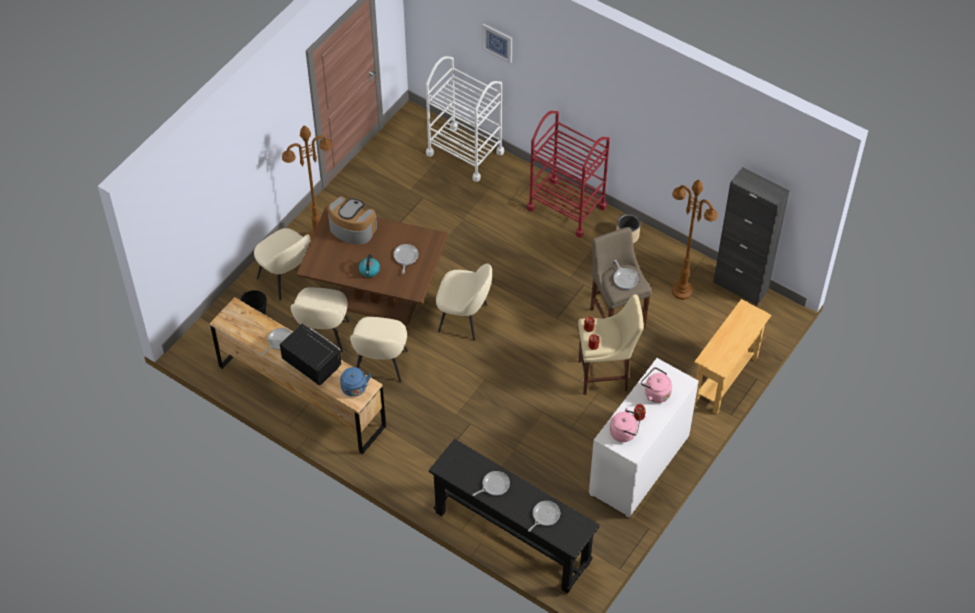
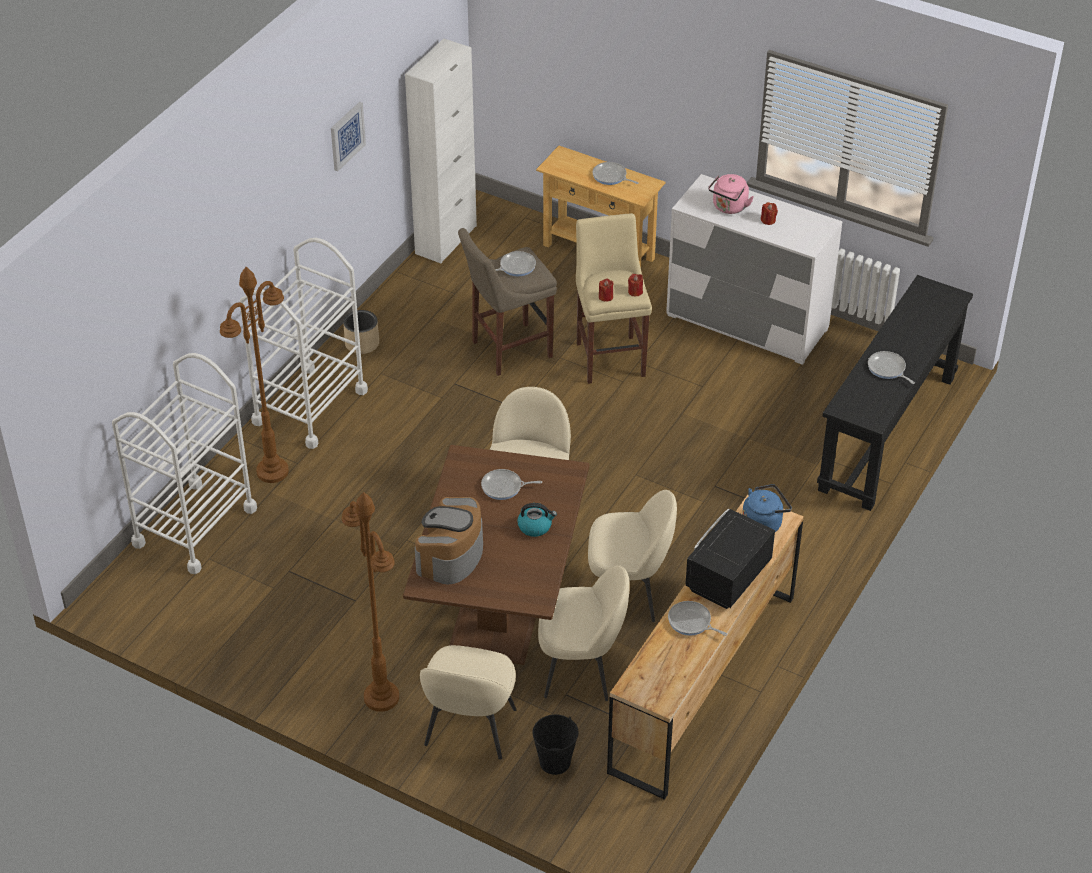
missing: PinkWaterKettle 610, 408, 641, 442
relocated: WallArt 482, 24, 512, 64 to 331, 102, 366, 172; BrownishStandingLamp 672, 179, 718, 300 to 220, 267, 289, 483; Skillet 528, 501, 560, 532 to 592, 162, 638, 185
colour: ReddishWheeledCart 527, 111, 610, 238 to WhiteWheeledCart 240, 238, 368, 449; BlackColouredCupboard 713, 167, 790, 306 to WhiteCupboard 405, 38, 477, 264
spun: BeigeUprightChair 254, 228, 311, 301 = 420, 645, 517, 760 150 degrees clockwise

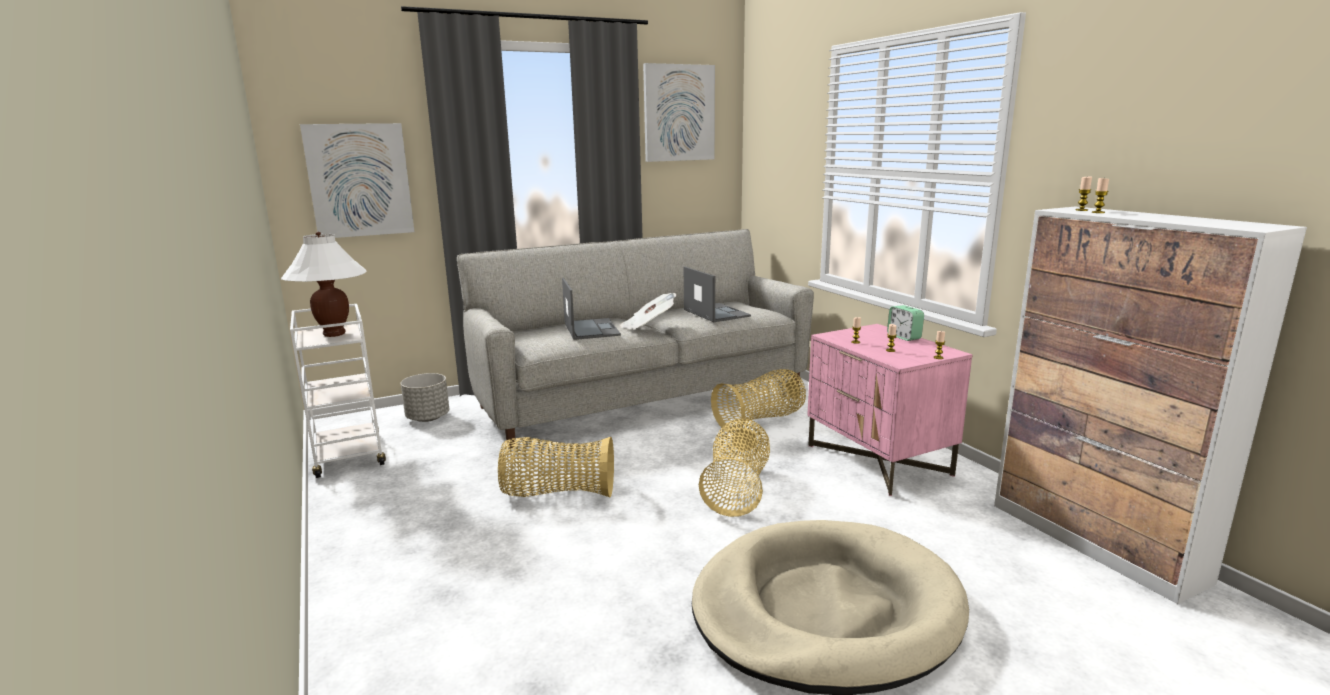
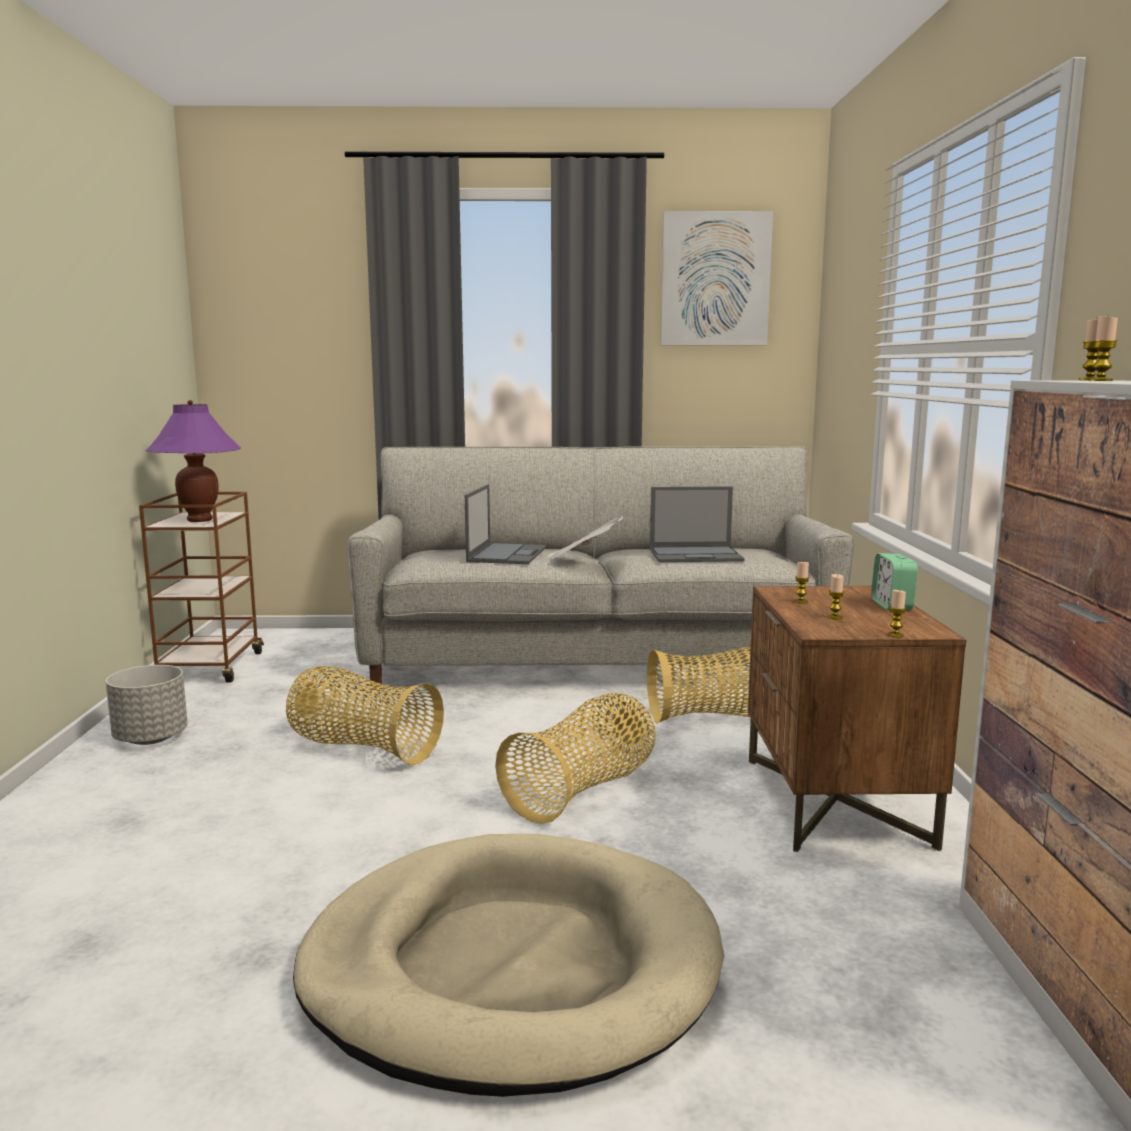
missing: WallArt 300, 123, 414, 238
relocated: GrayPlantPot 401, 373, 449, 422 to 106, 665, 188, 745
colour: WhiteTabletopLamp 281, 232, 367, 337 to PurplishTabletopLamp 146, 400, 241, 522; WhiteWheeledCart 290, 304, 386, 478 to BrownishWheeledCart 139, 492, 264, 683; PinkBedsideTable 807, 324, 973, 496 to BrownishBedsideTable 748, 586, 966, 852
spun: NotebookComputer 684, 267, 751, 322 = 650, 486, 744, 562 90 degrees clockwise

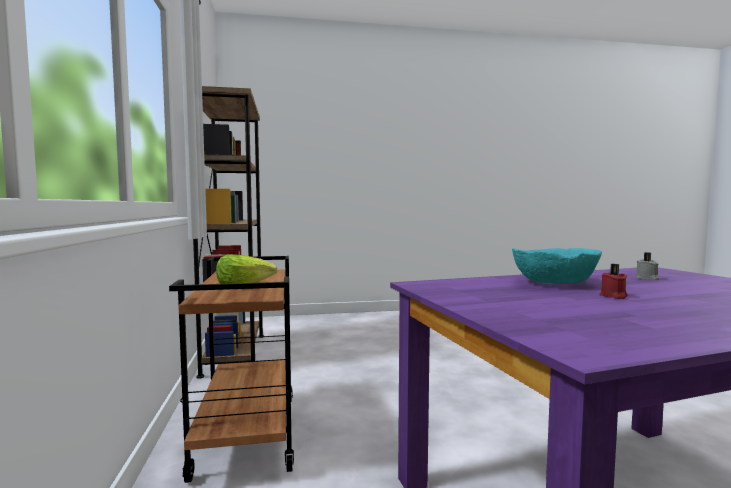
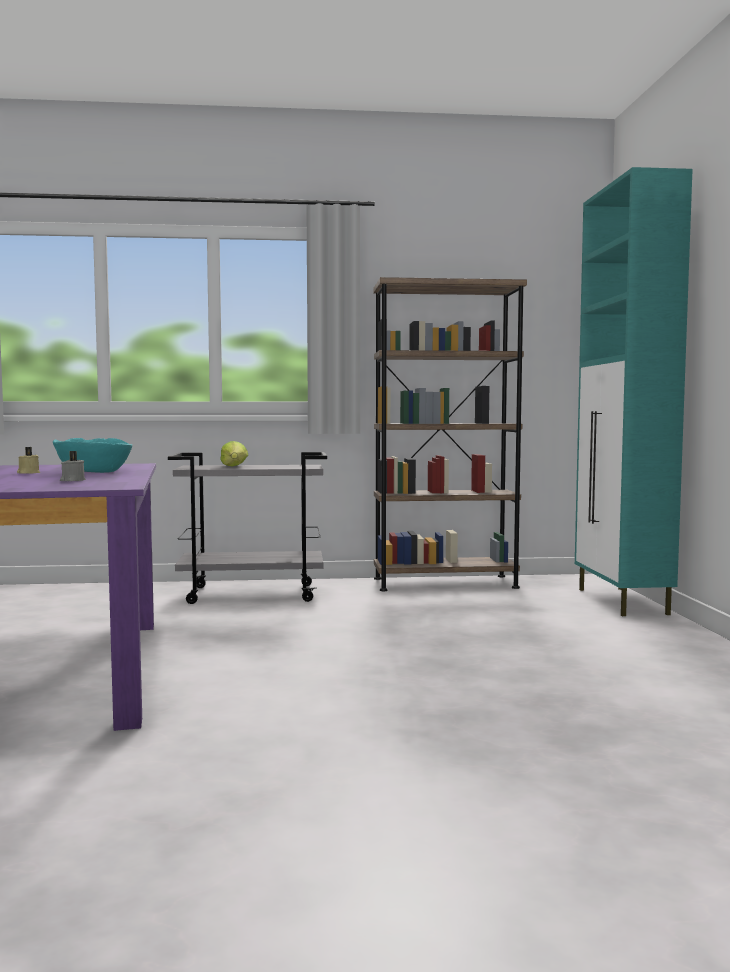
appeared: BlueGreenCupboard 575, 167, 693, 616
colour: BrownishWheeledCart 169, 256, 294, 483 to GrayWheeledCart 168, 452, 327, 604; ReddishCandle 599, 264, 628, 299 to BeigeCandle 17, 447, 40, 474

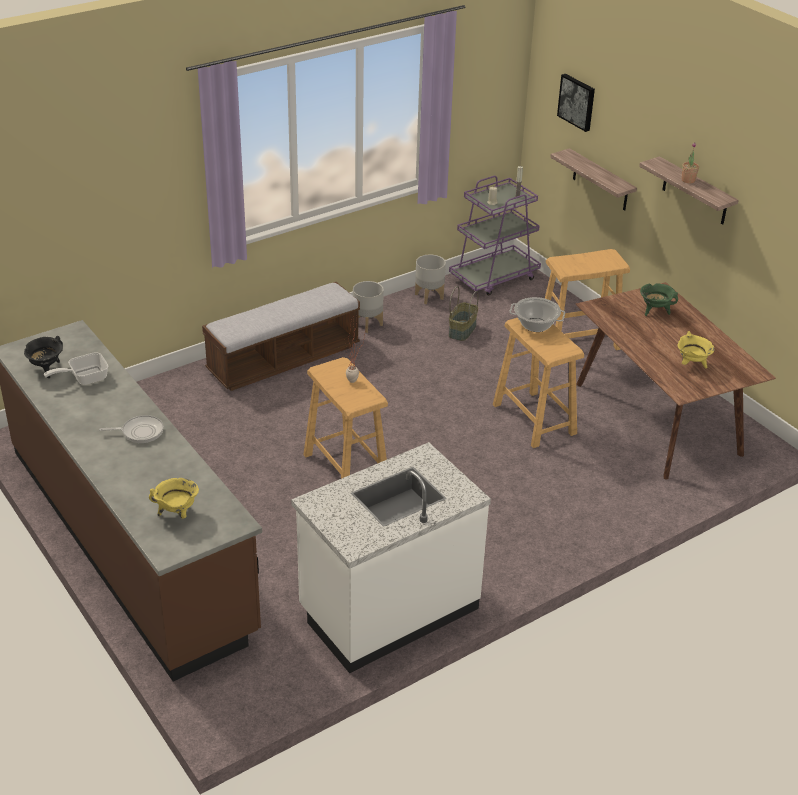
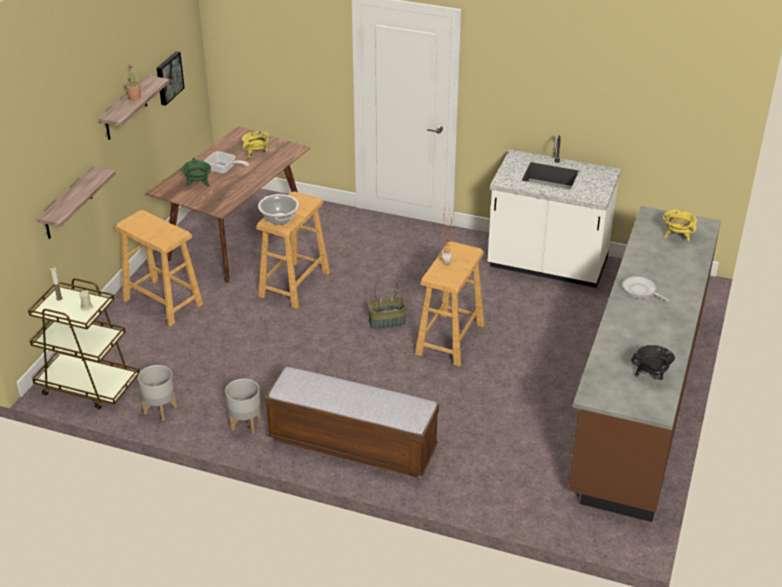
relocated: WallArt 557, 74, 595, 132 to 157, 51, 185, 106; HouseholdBasket 449, 286, 479, 341 to 368, 277, 407, 329; Skillet 44, 352, 109, 385 to 205, 151, 249, 174
colour: PurplishWheeledCart 449, 176, 541, 296 to BrownishWheeledCart 28, 278, 140, 409

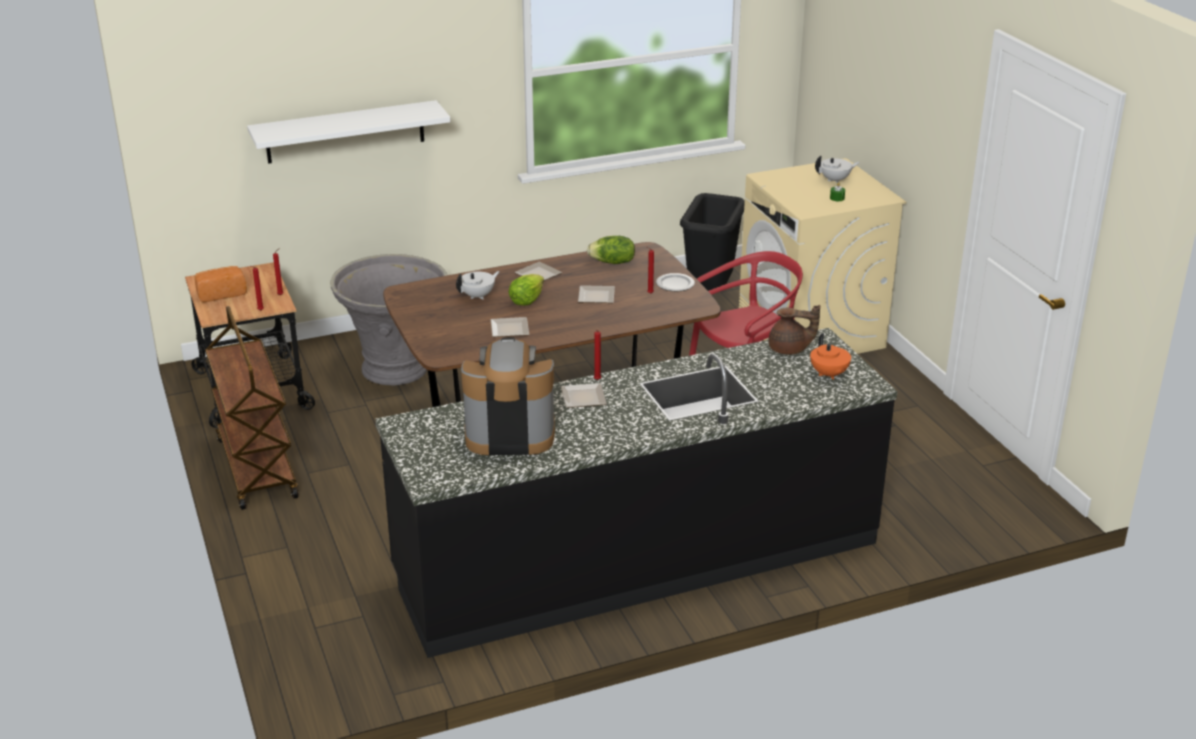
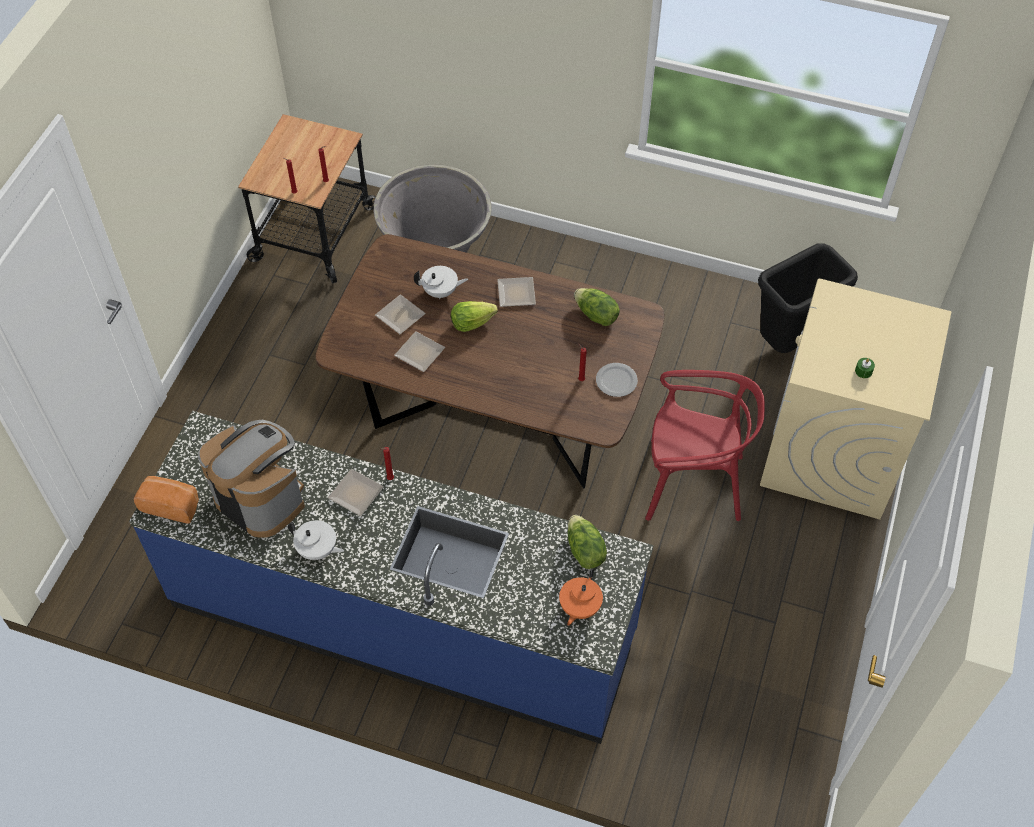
missing: WhiteWallShelf 247, 100, 451, 164; BrownishWheeledCart 205, 306, 298, 510
relocated: WhitePotForTea 815, 156, 860, 183 to 288, 520, 344, 560; BakedBread 195, 266, 247, 302 to 134, 476, 199, 524; FlatDish 578, 285, 615, 303 to 375, 295, 426, 334
exchanged: BrownishPotForTea 768, 305, 820, 355 to LettuceHead 568, 515, 607, 569
colour: BlackColouredKitchenBaseUnit 375, 328, 897, 658 to BlueColouredKitchenBaseUnit 129, 411, 653, 744

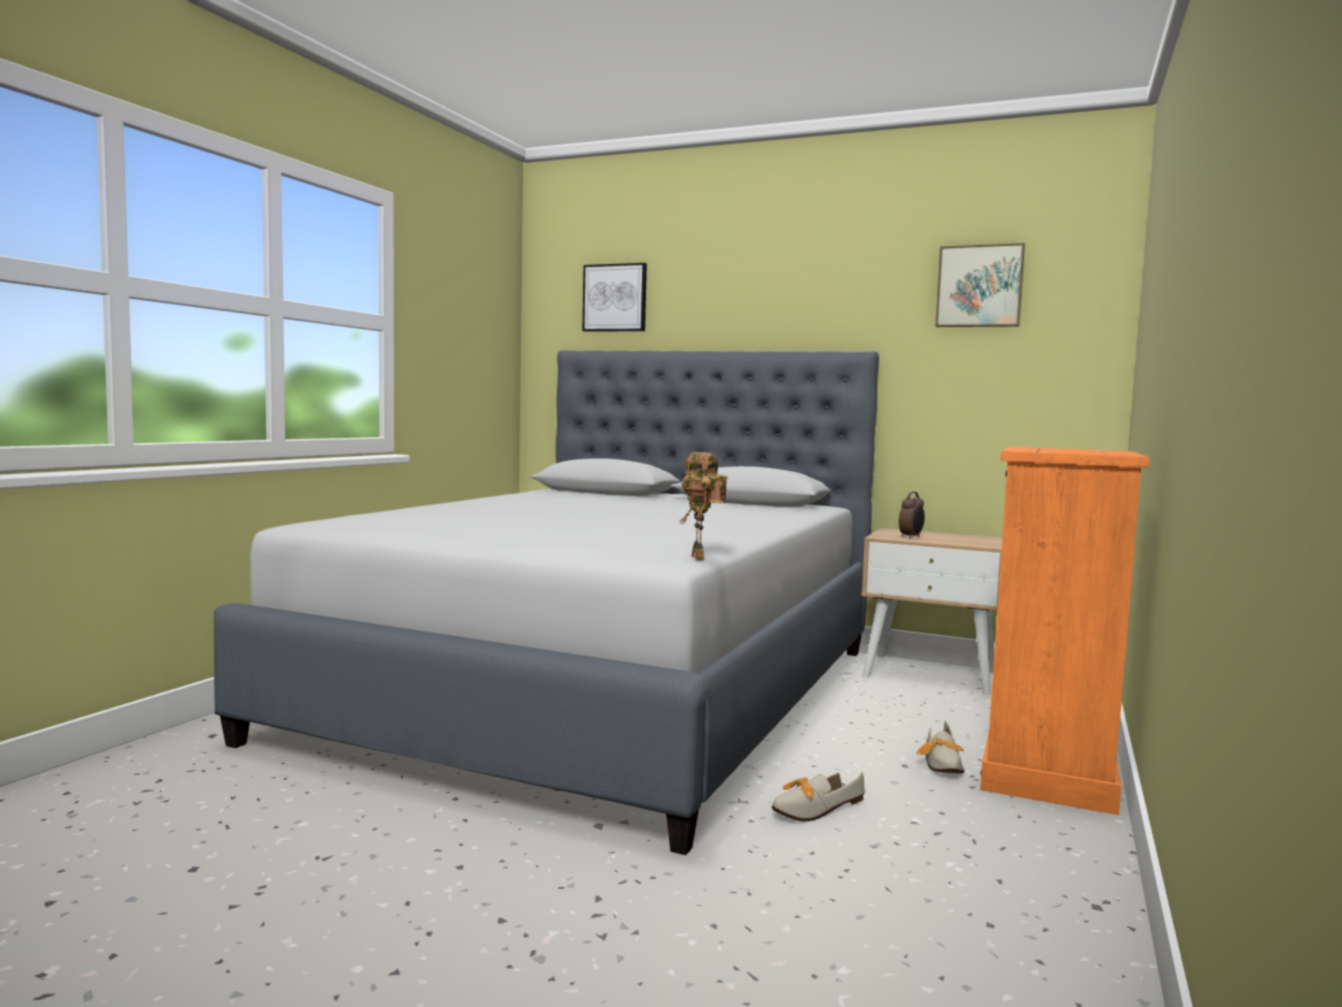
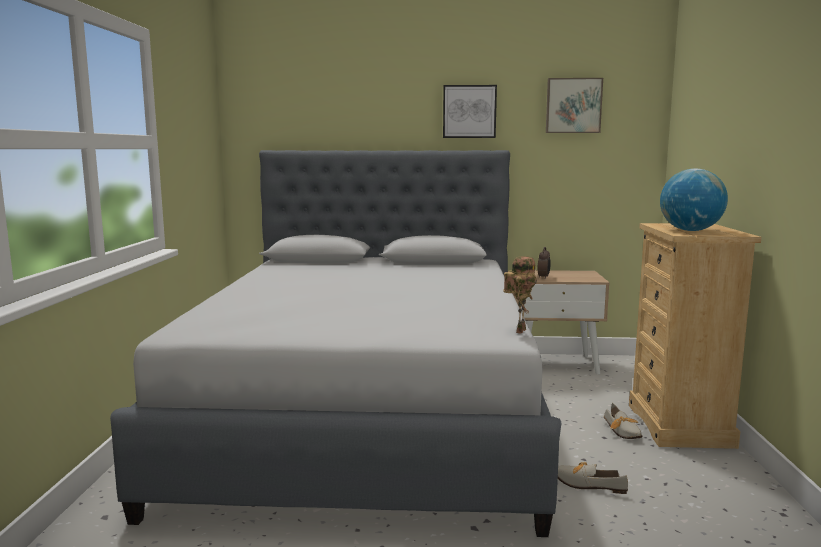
appeared: Globe 660, 169, 728, 231
relocated: WallArt 582, 263, 647, 332 to 443, 85, 497, 138
colour: OrangeDresser 980, 446, 1150, 815 to BeigeDresser 629, 223, 762, 449
spun: RobotFigure 680, 452, 727, 560 = 504, 256, 537, 334 120 degrees counterclockwise; LowShoe 772, 772, 865, 821 = 558, 462, 628, 494 75 degrees clockwise

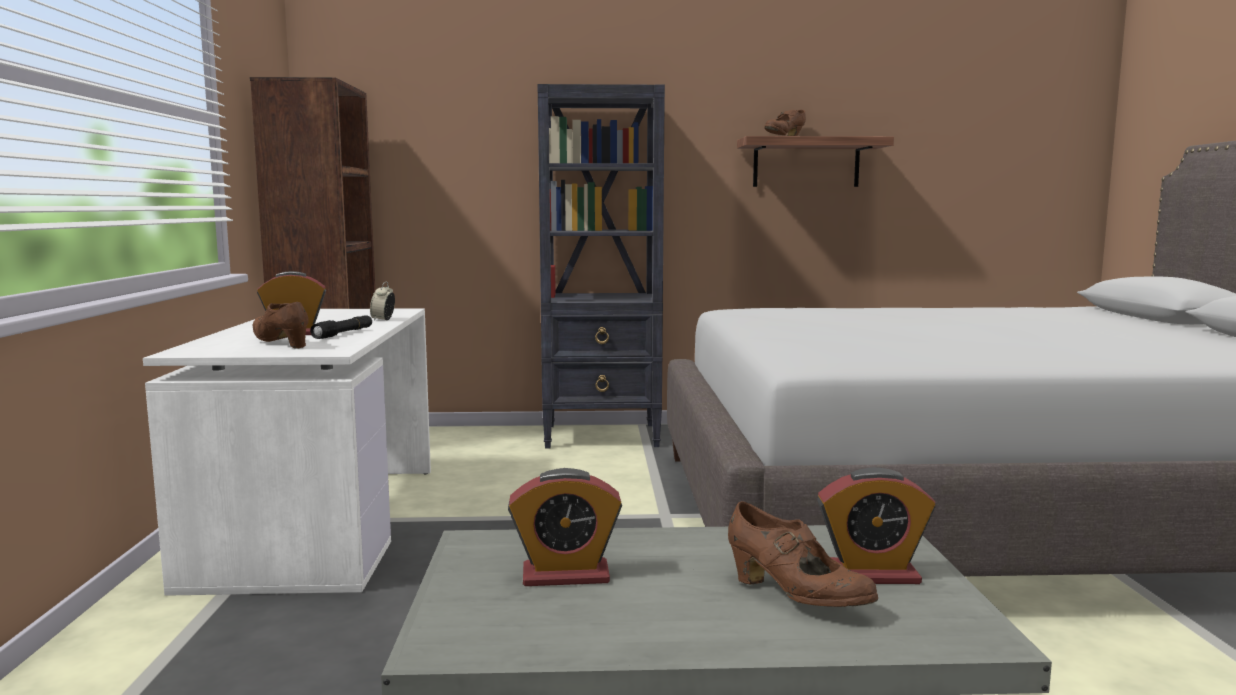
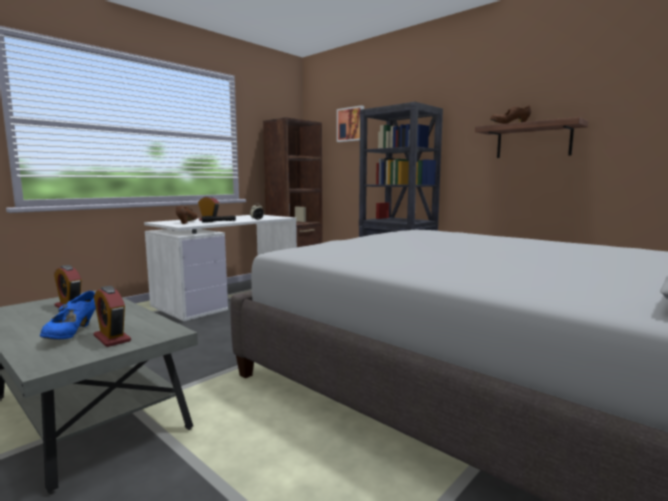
appeared: WallArt 337, 105, 364, 142
colour: BrownishLowShoe 728, 501, 878, 607 to BlueColouredLowShoe 40, 291, 96, 340

